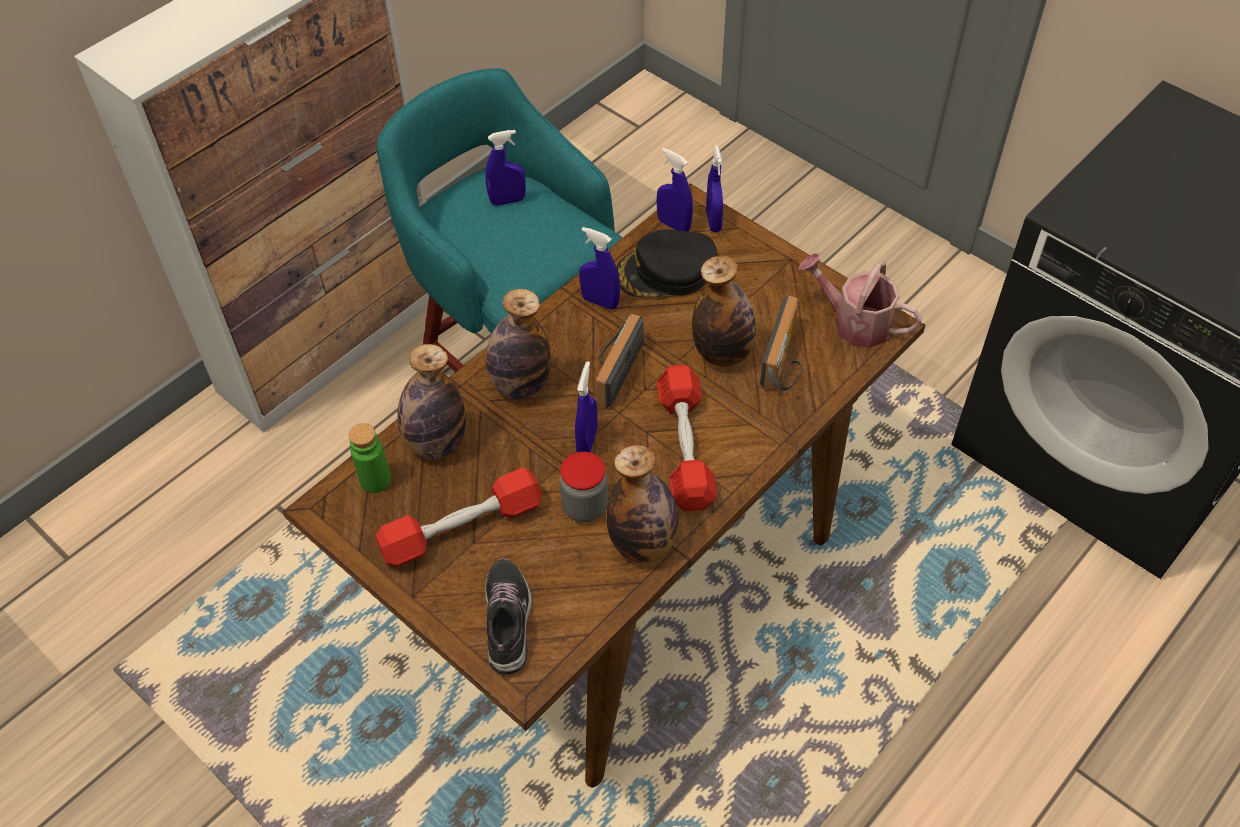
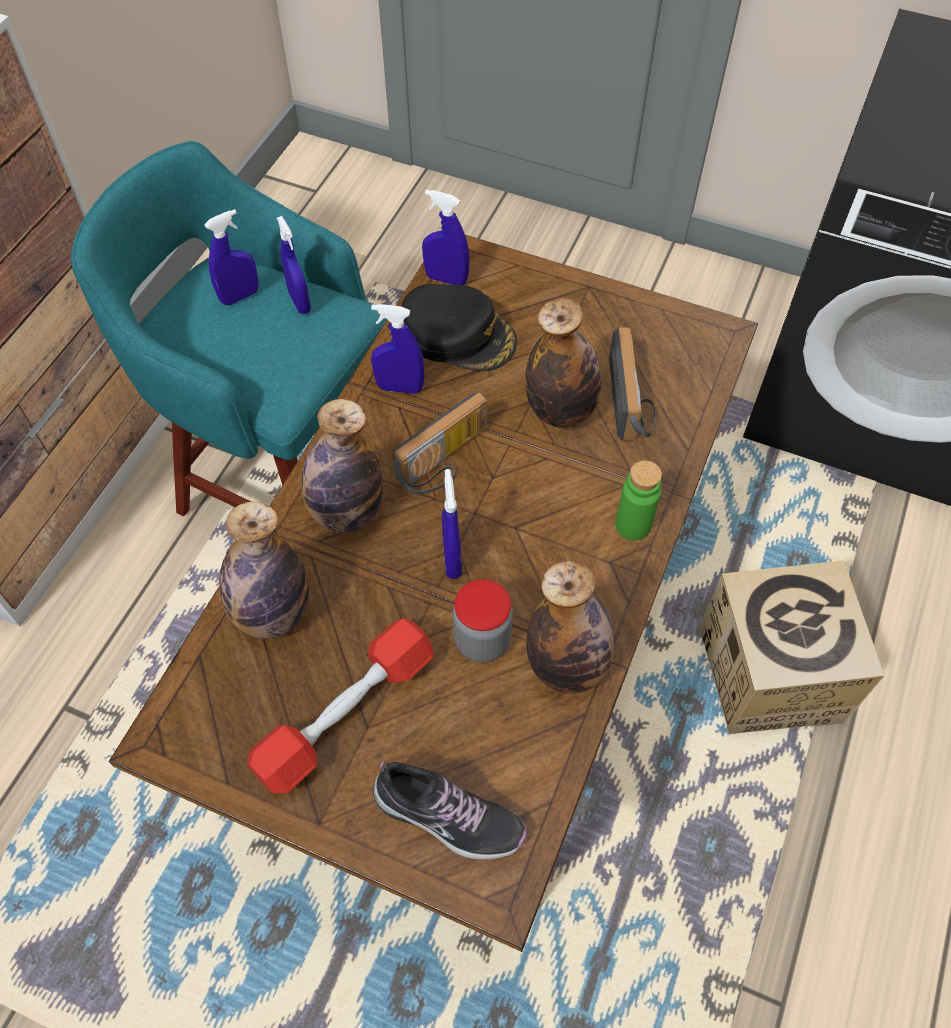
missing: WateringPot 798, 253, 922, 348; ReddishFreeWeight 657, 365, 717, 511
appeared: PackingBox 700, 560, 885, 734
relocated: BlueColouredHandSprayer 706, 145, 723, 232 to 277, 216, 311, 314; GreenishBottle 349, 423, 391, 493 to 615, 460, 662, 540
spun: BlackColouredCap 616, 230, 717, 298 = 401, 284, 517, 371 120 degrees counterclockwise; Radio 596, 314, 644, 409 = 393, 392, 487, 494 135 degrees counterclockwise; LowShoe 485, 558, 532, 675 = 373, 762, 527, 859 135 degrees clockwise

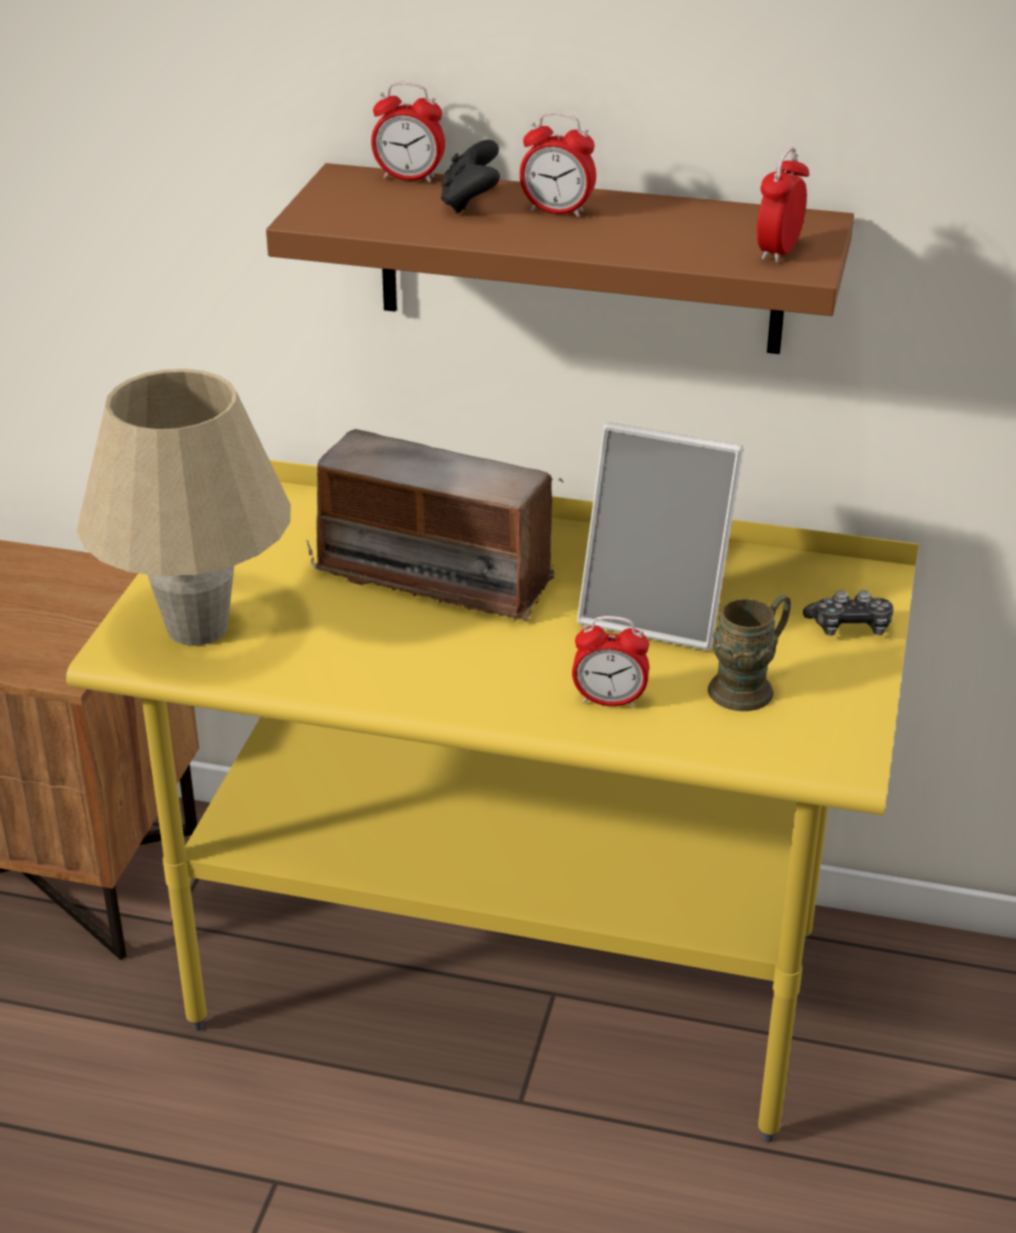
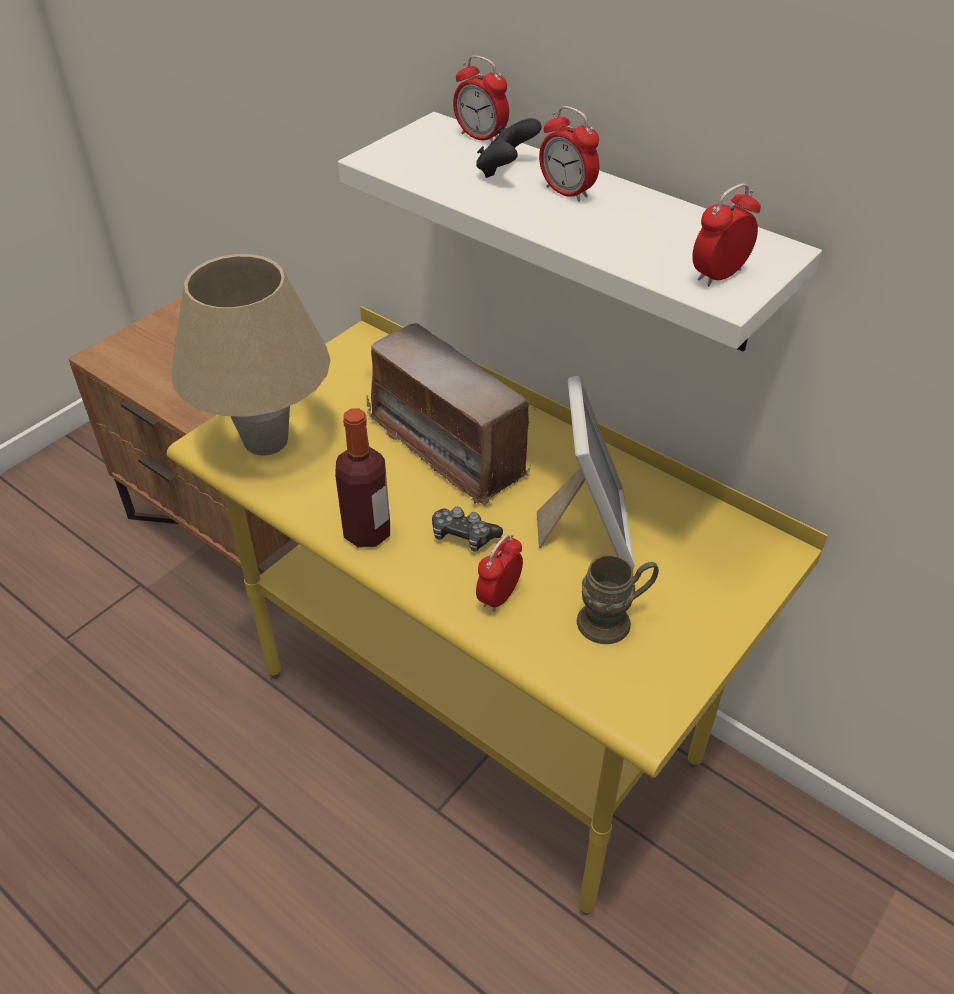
appeared: Bottle 335, 408, 390, 548
relocated: Joypad 803, 590, 893, 636 to 432, 507, 503, 551
colour: BrownishWallShelf 266, 163, 854, 354 to WhiteWallShelf 338, 112, 822, 351
spun: PictureFrame 577, 422, 744, 651 = 537, 376, 635, 569 135 degrees counterclockwise; AlarmClock 572, 616, 649, 708 = 476, 534, 523, 612 90 degrees clockwise

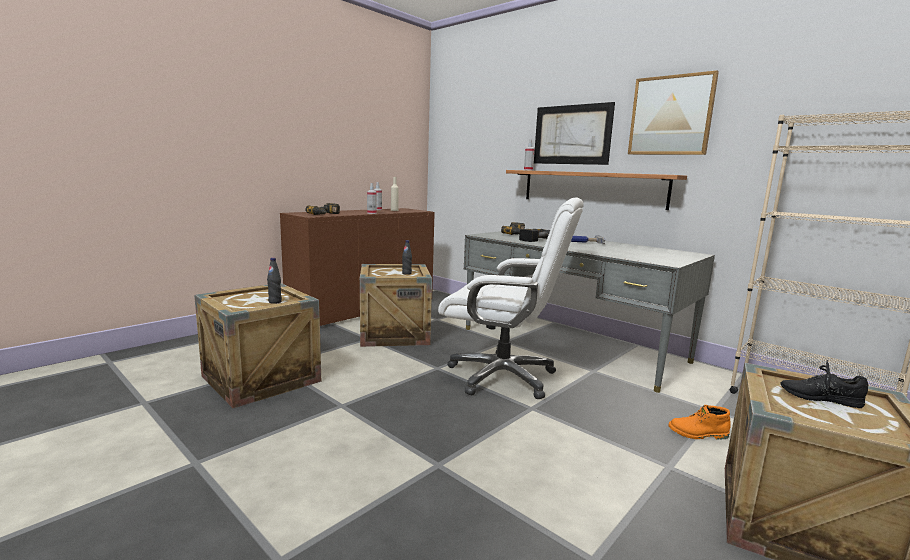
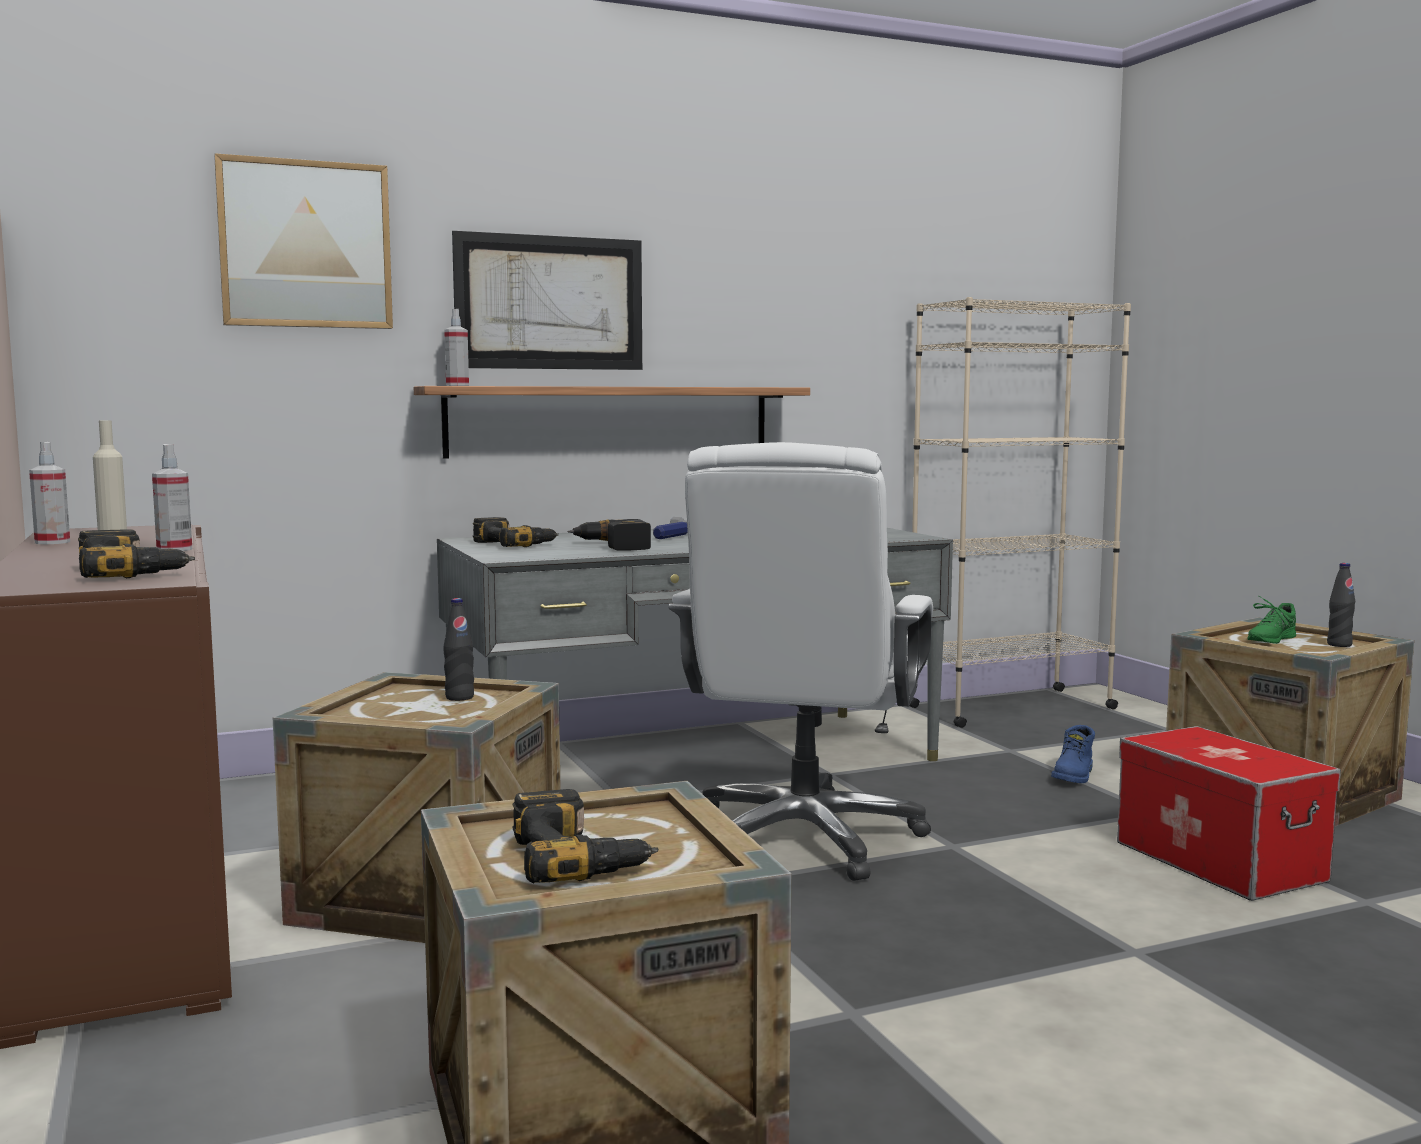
appeared: StorageContainer 1117, 726, 1341, 901; PowerDrill 512, 789, 658, 883
relocated: WallArt 628, 70, 719, 155 to 214, 153, 393, 329; BlackColouredBottle 267, 258, 282, 304 to 1327, 563, 1355, 647
colour: BlackColouredLowShoe 780, 360, 868, 408 to GreenishLowShoe 1247, 596, 1296, 644; OrangeTallBoot 668, 405, 731, 440 to BlueColouredTallBoot 1051, 725, 1095, 783
spun: WhiteDeskChair 438, 197, 584, 399 = 668, 442, 933, 881 150 degrees clockwise

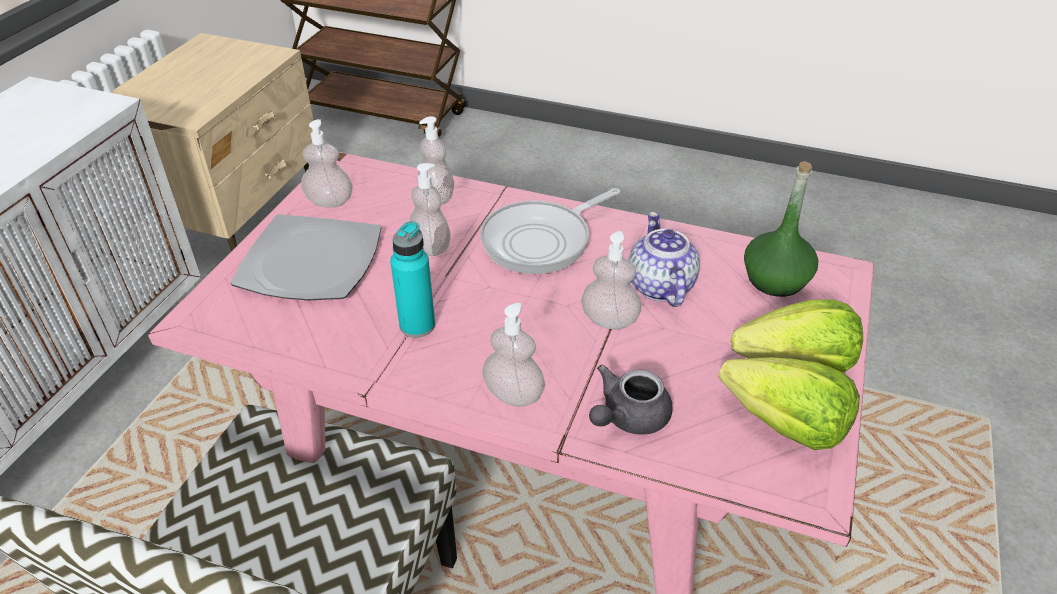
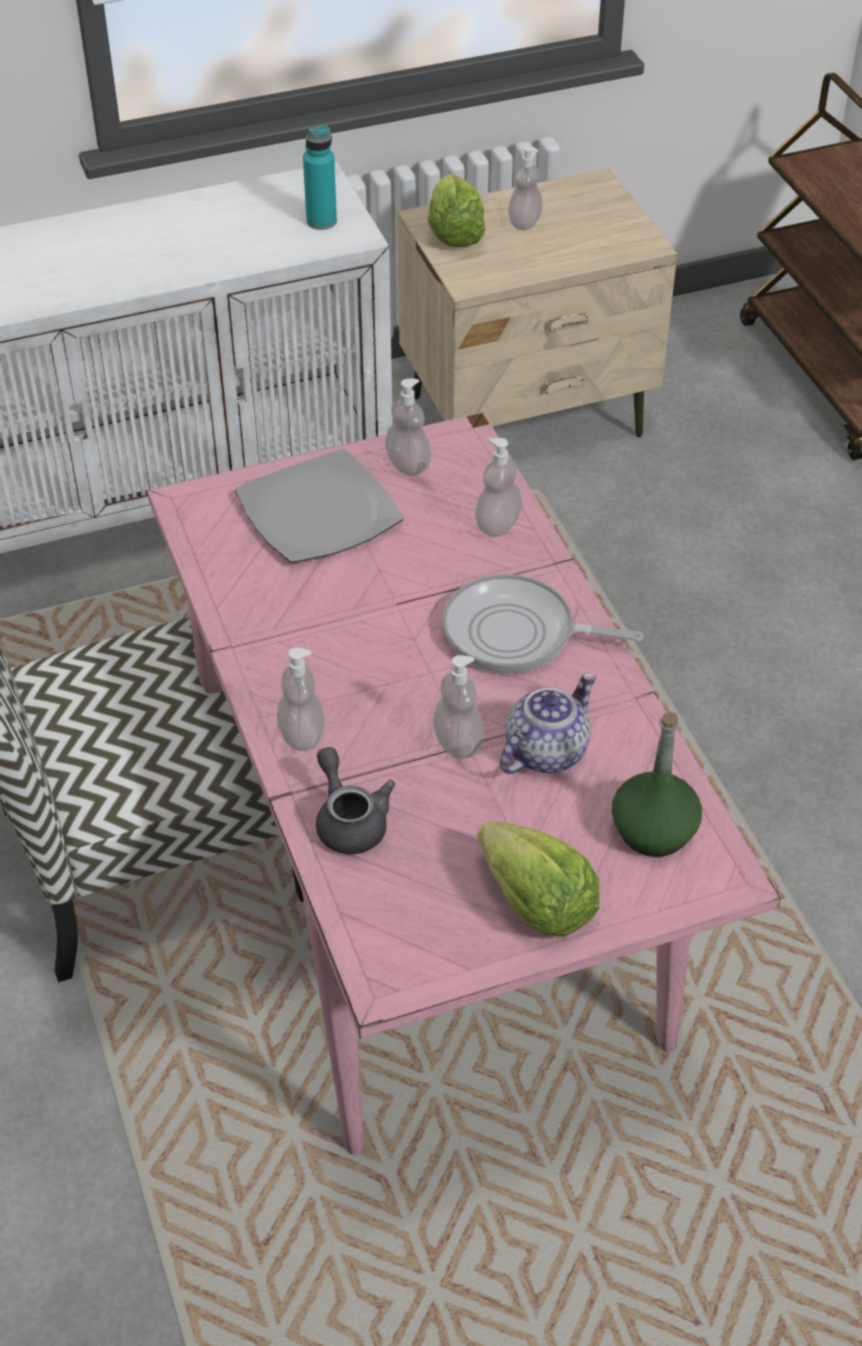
relocated: SoapDispenser 410, 163, 451, 256 to 508, 145, 543, 230; BlueGreenBottle 390, 221, 435, 338 to 303, 125, 337, 230; LettuceHead 718, 357, 860, 450 to 428, 174, 485, 248
spun: GrayPotForTea 589, 364, 673, 435 = 316, 747, 395, 854 60 degrees clockwise

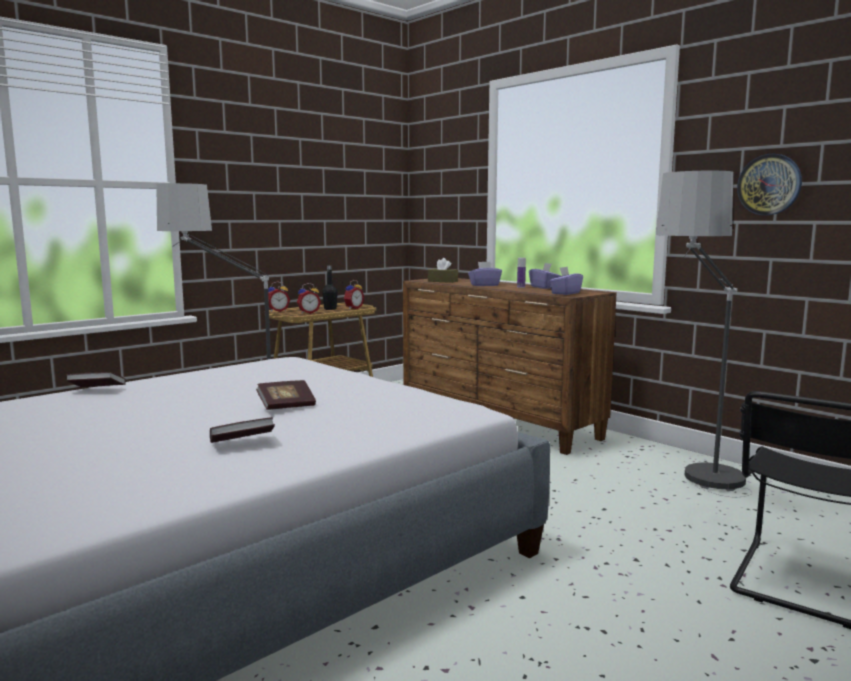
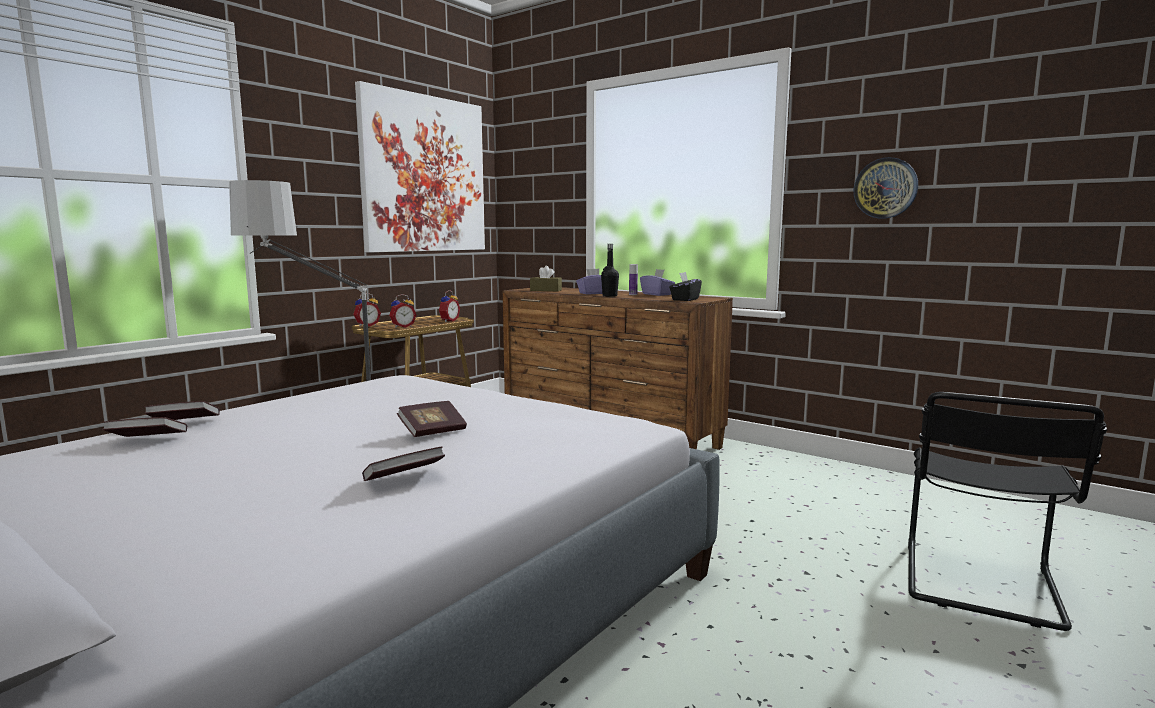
missing: StandingLamp 656, 171, 752, 497
appeared: WallArt 355, 81, 485, 253; BoundBook 103, 417, 187, 437
relocated: BlackColouredBottle 322, 265, 338, 310 to 601, 244, 619, 297
colour: PurplishBoxOfTissues 549, 267, 583, 295 to BlackColouredBoxOfTissues 669, 272, 702, 301

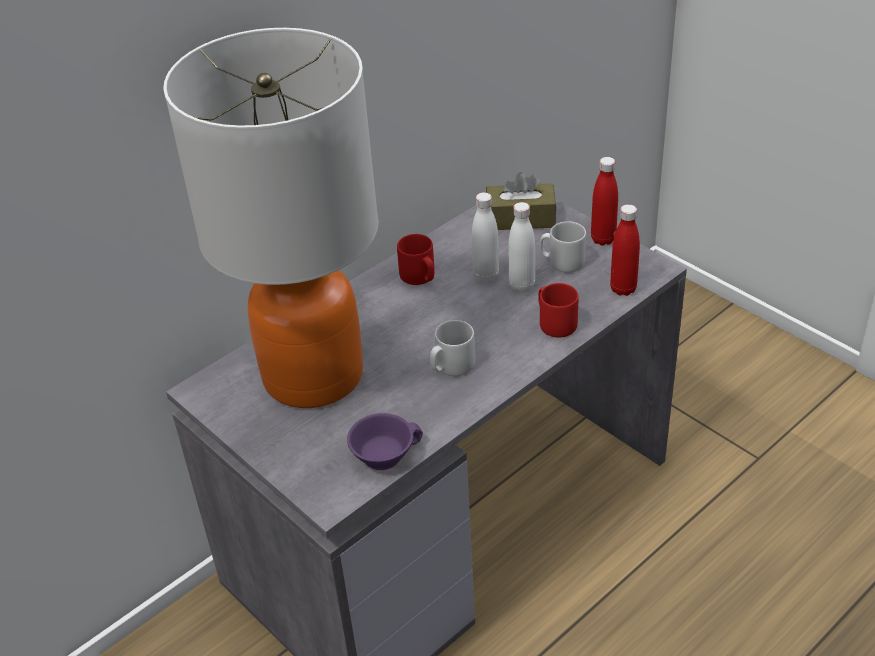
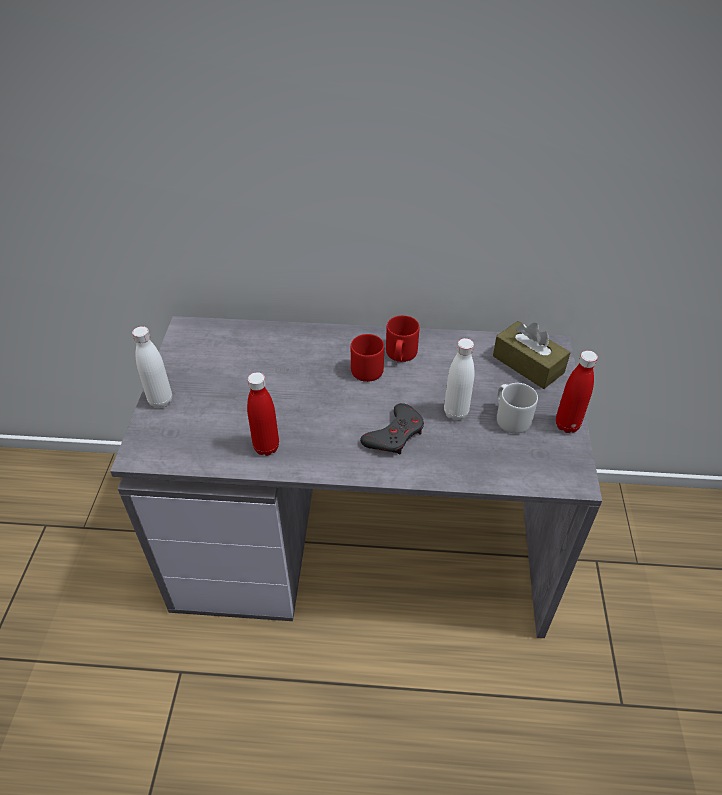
missing: TabletopLamp 163, 28, 379, 408; GrayCoffeeMug 430, 320, 475, 376; PurplishDrinkingCup 347, 413, 423, 470
appeared: GrayJoypad 360, 403, 424, 455
relocated: WhiteBottle 472, 192, 499, 282 to 132, 326, 172, 408; ReddishBottle 610, 204, 640, 296 to 247, 372, 279, 456; ReddishCoffeeMug 538, 283, 579, 338 to 351, 334, 384, 382

